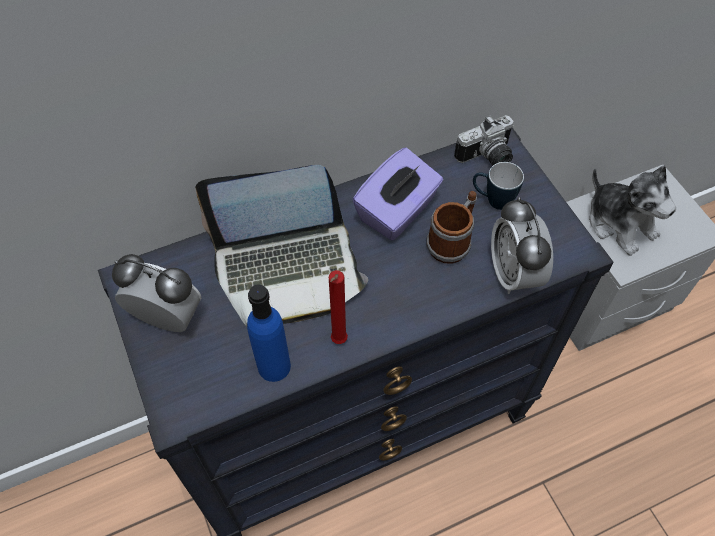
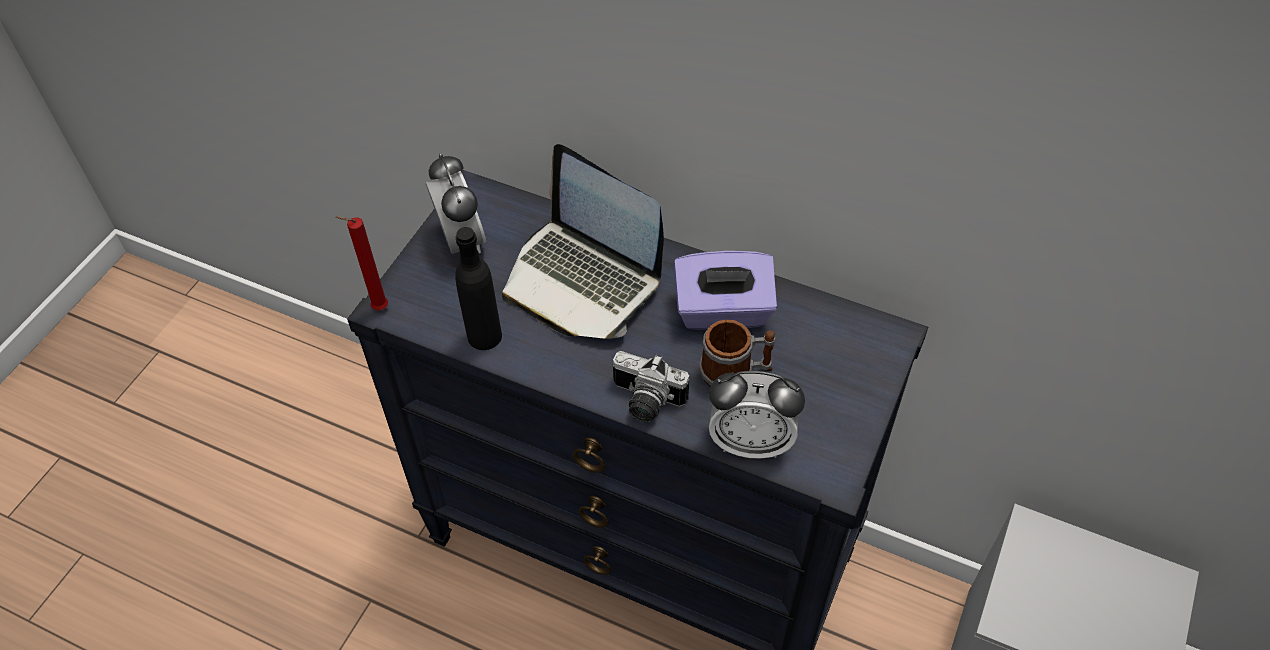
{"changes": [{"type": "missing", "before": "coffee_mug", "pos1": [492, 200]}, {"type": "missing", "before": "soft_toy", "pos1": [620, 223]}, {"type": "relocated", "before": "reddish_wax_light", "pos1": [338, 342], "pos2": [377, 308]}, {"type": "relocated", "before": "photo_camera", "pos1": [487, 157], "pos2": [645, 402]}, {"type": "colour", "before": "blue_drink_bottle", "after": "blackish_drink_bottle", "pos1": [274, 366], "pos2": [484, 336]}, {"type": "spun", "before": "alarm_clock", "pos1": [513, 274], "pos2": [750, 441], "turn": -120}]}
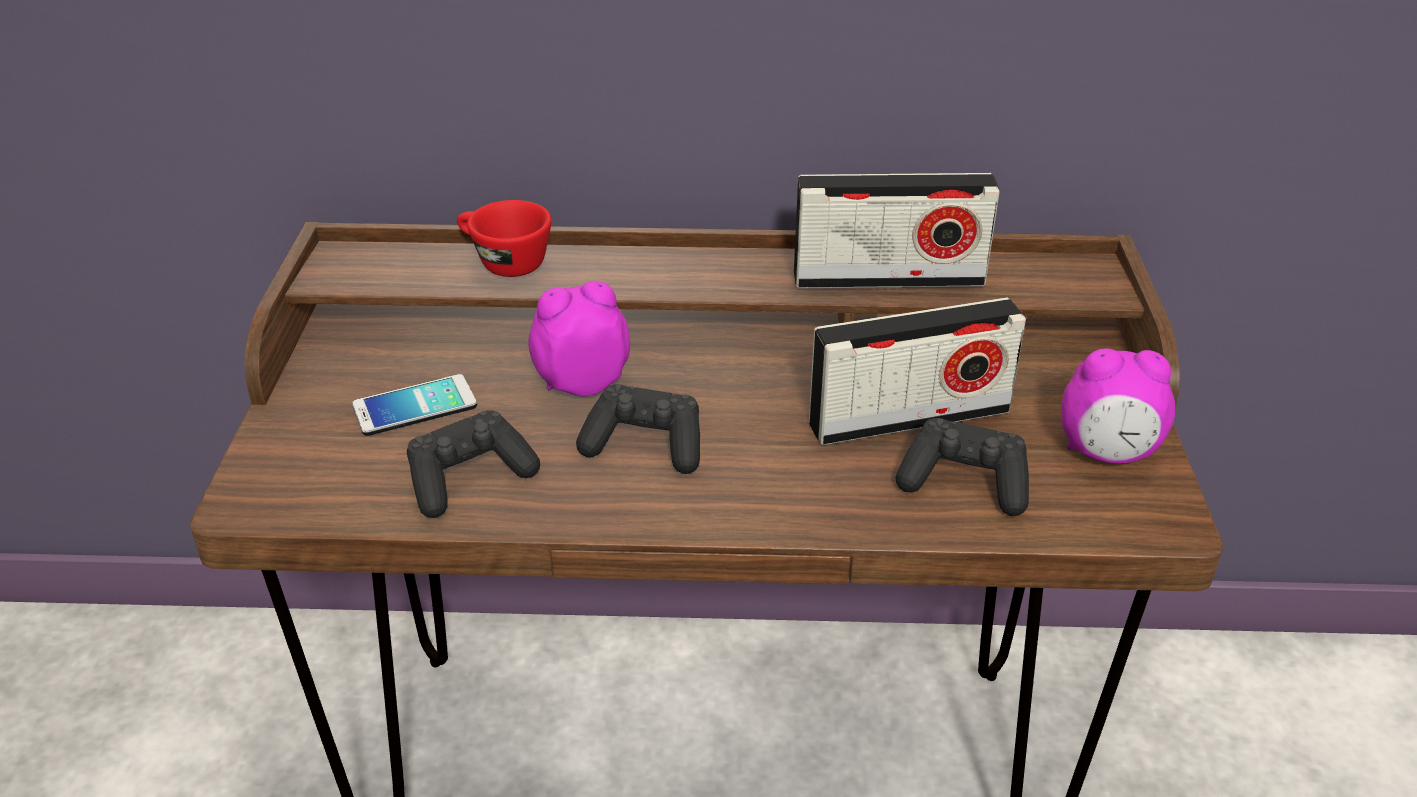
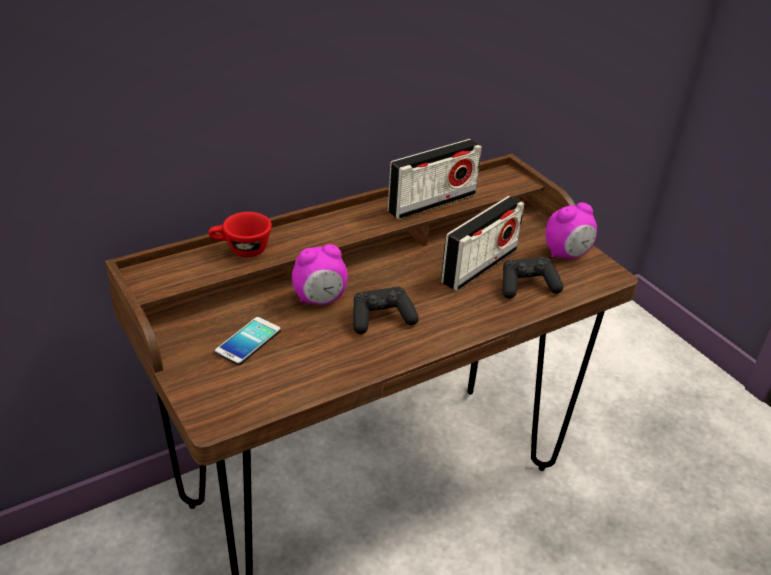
{"changes": [{"type": "missing", "before": "blackish_gamepad", "pos1": [469, 479]}, {"type": "spun", "before": "alarm_clock", "pos1": [582, 382], "pos2": [320, 300], "turn": -150}]}
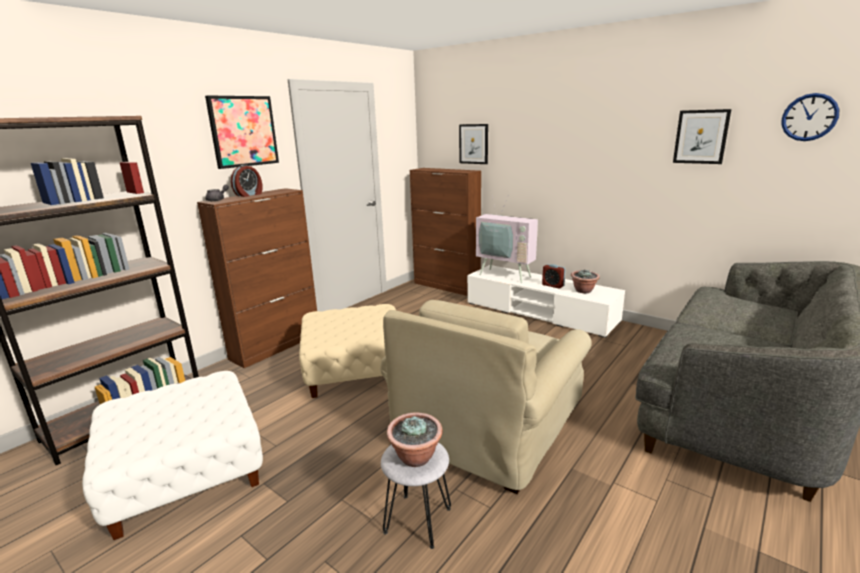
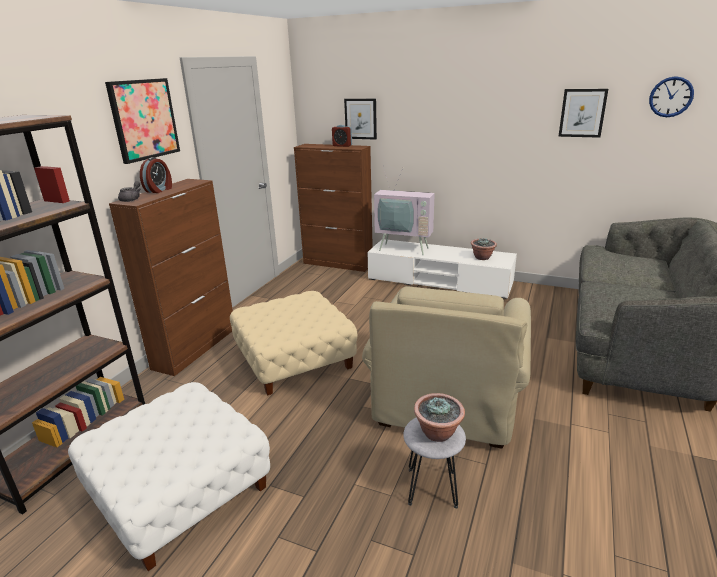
{"changes": [{"type": "relocated", "before": "alarm_clock", "pos1": [553, 285], "pos2": [342, 145]}]}
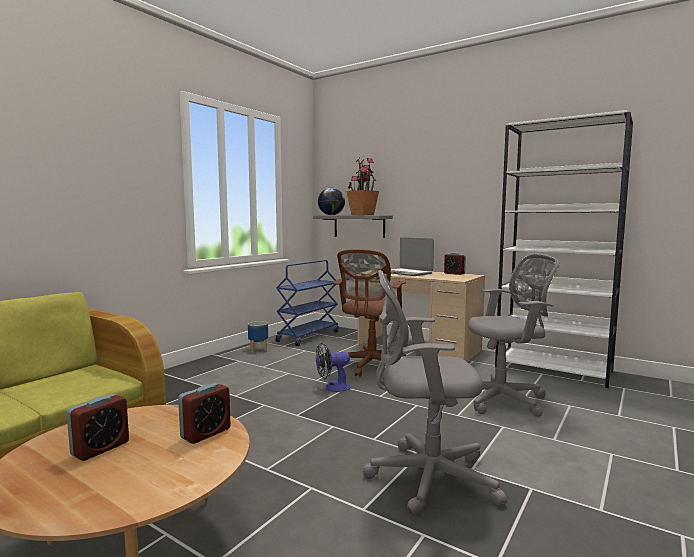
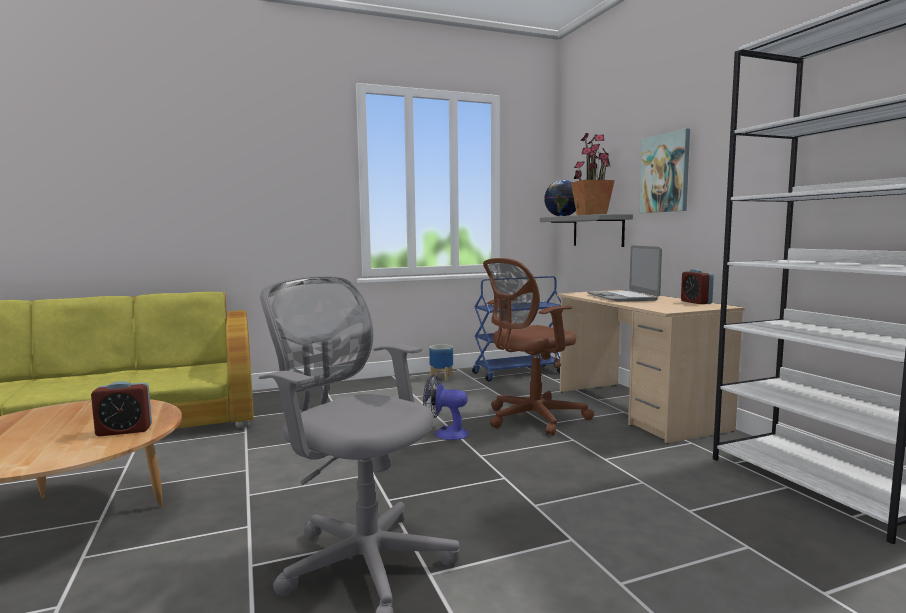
{"changes": [{"type": "missing", "before": "alarm_clock", "pos1": [100, 448]}, {"type": "missing", "before": "grey_office_chair", "pos1": [503, 399]}, {"type": "appeared", "after": "wall_art", "pos2": [665, 173]}]}
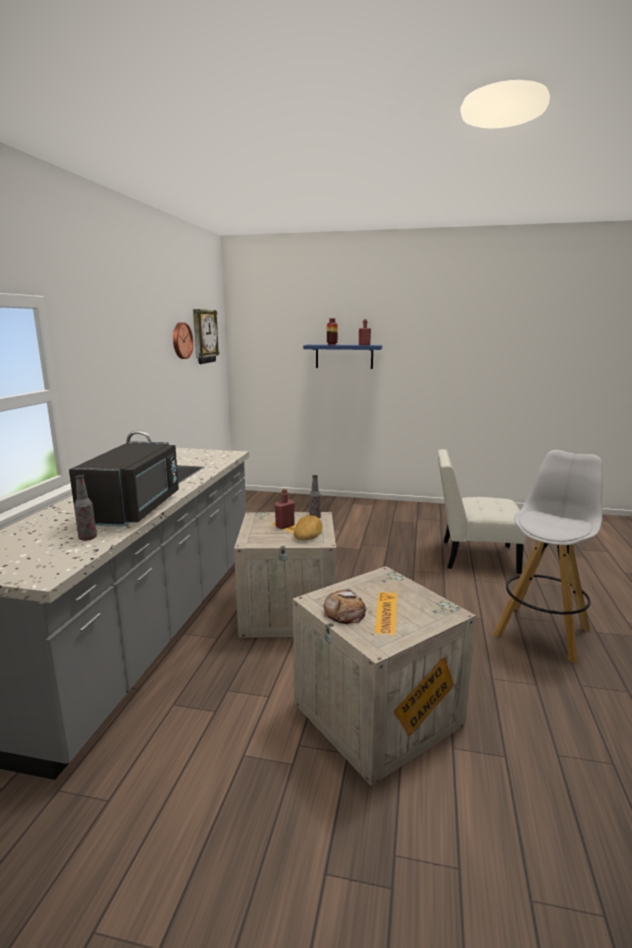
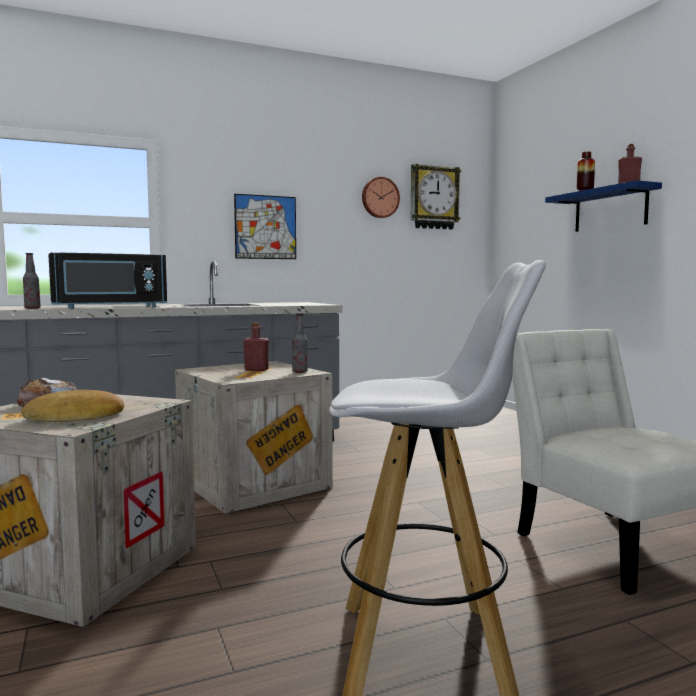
{"changes": [{"type": "appeared", "after": "wall_art", "pos2": [265, 227]}, {"type": "relocated", "before": "bakery_bread", "pos1": [308, 532], "pos2": [76, 417]}]}
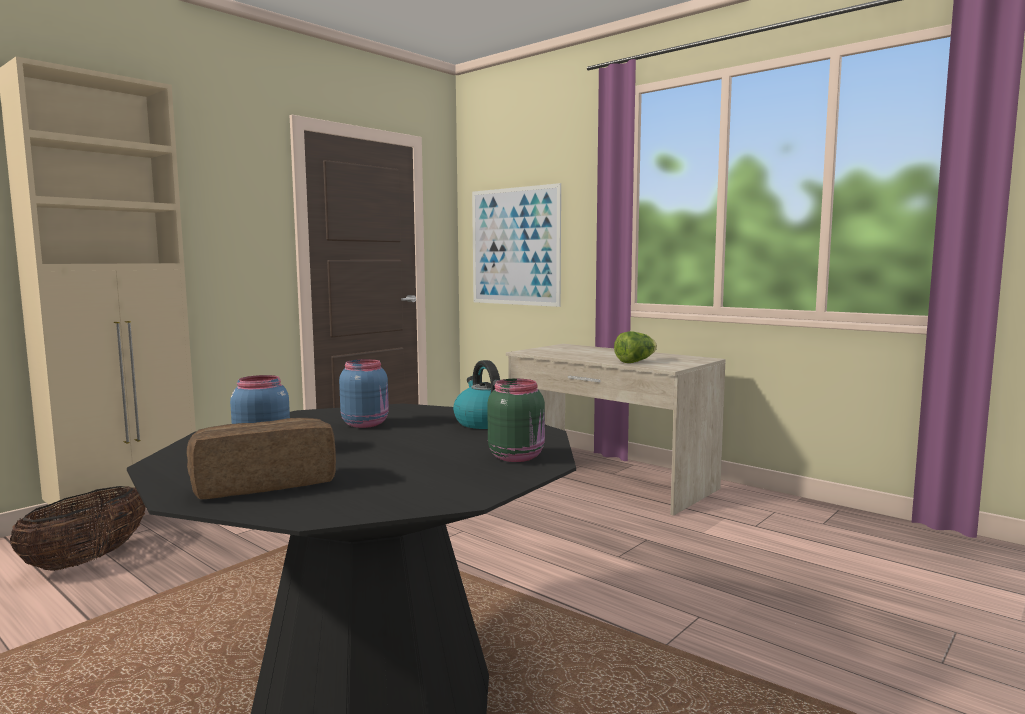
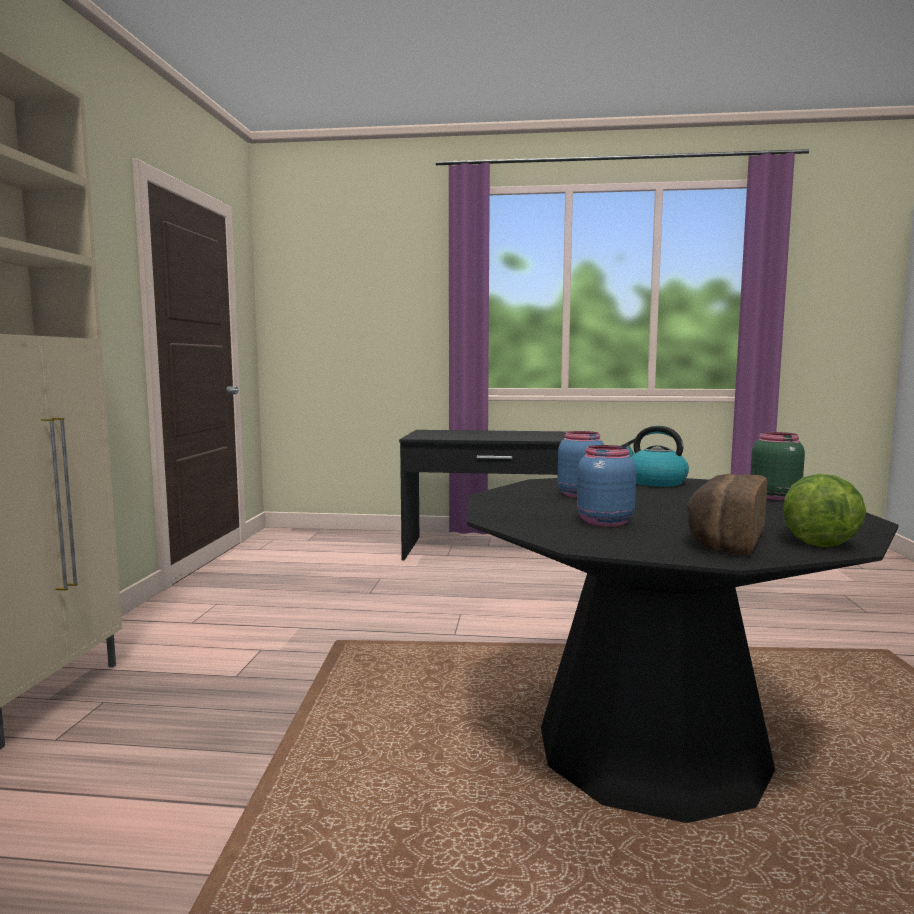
{"changes": [{"type": "missing", "before": "household_basket", "pos1": [87, 560]}, {"type": "missing", "before": "wall_art", "pos1": [515, 246]}, {"type": "relocated", "before": "lettuce", "pos1": [635, 362], "pos2": [817, 540]}, {"type": "colour", "before": "beige-coloured_desk_table", "after": "blackish_desk_table", "pos1": [609, 480], "pos2": [496, 551]}]}
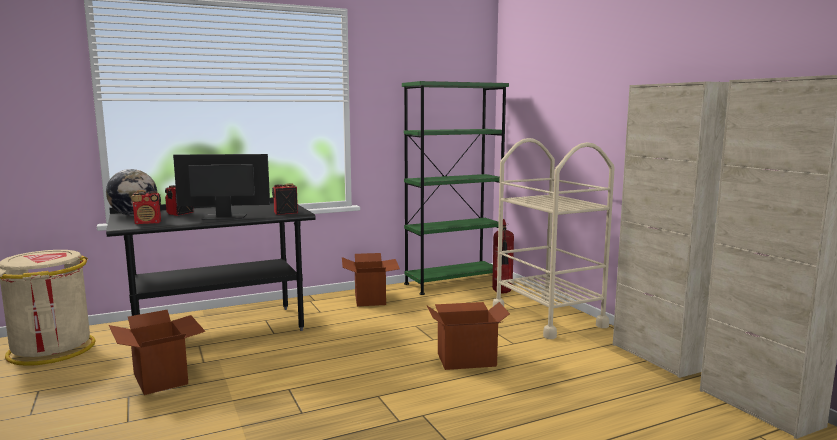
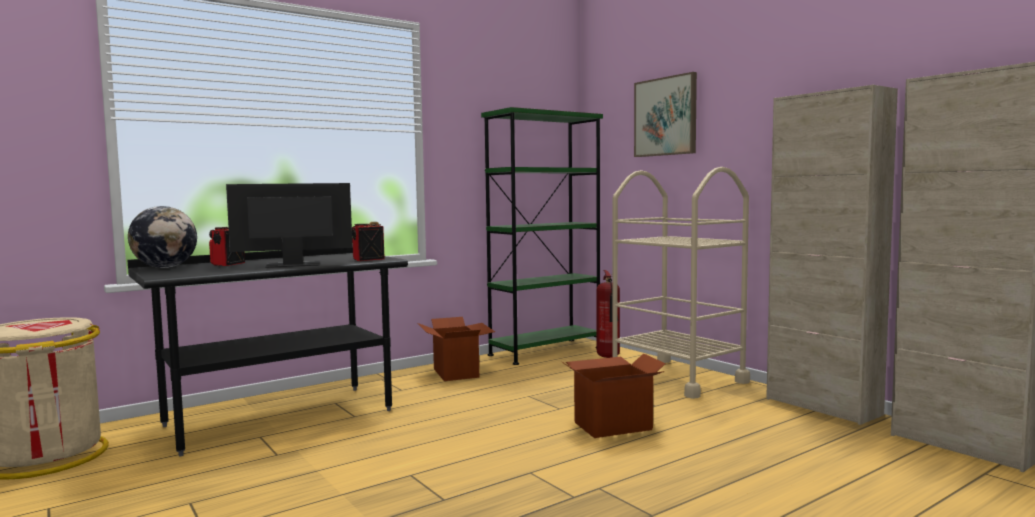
{"changes": [{"type": "missing", "before": "carton", "pos1": [161, 378]}, {"type": "missing", "before": "radio", "pos1": [148, 223]}, {"type": "appeared", "after": "wall_art", "pos2": [665, 116]}]}
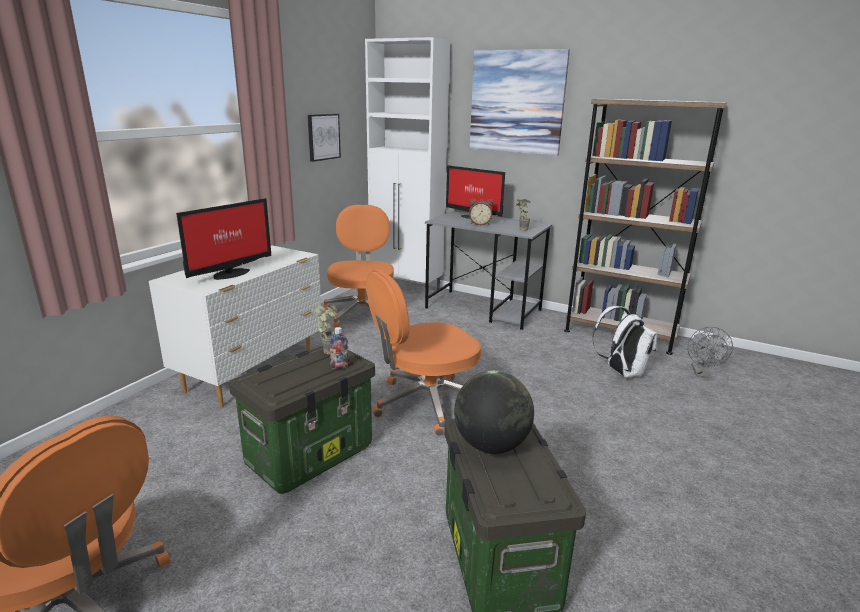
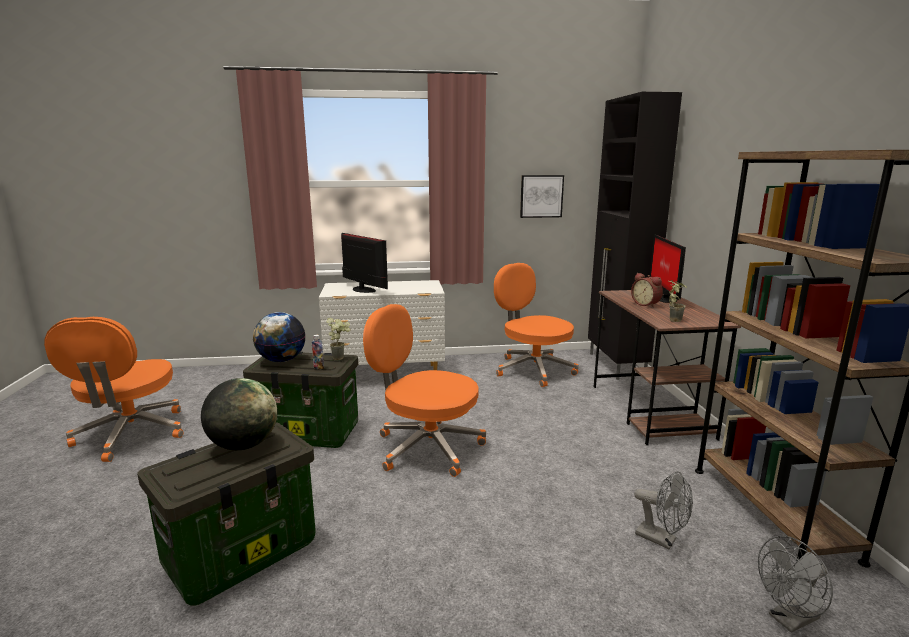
{"changes": [{"type": "missing", "before": "wall_art", "pos1": [517, 102]}, {"type": "appeared", "after": "globe", "pos2": [281, 360]}, {"type": "exchanged", "before": "whitish_backpack", "after": "grey_fan", "pos1": [621, 372], "pos2": [662, 539]}, {"type": "colour", "before": "whitish_cabinet", "after": "blackish_cabinet", "pos1": [406, 288], "pos2": [616, 365]}, {"type": "colour", "before": "grey_desk_table", "after": "brown-coloured_desk_table", "pos1": [484, 309], "pos2": [650, 411]}, {"type": "spun", "before": "computer_display", "pos1": [229, 274], "pos2": [363, 290], "turn": -135}, {"type": "spun", "before": "orangey_office_chair", "pos1": [362, 313], "pos2": [532, 369], "turn": -90}]}
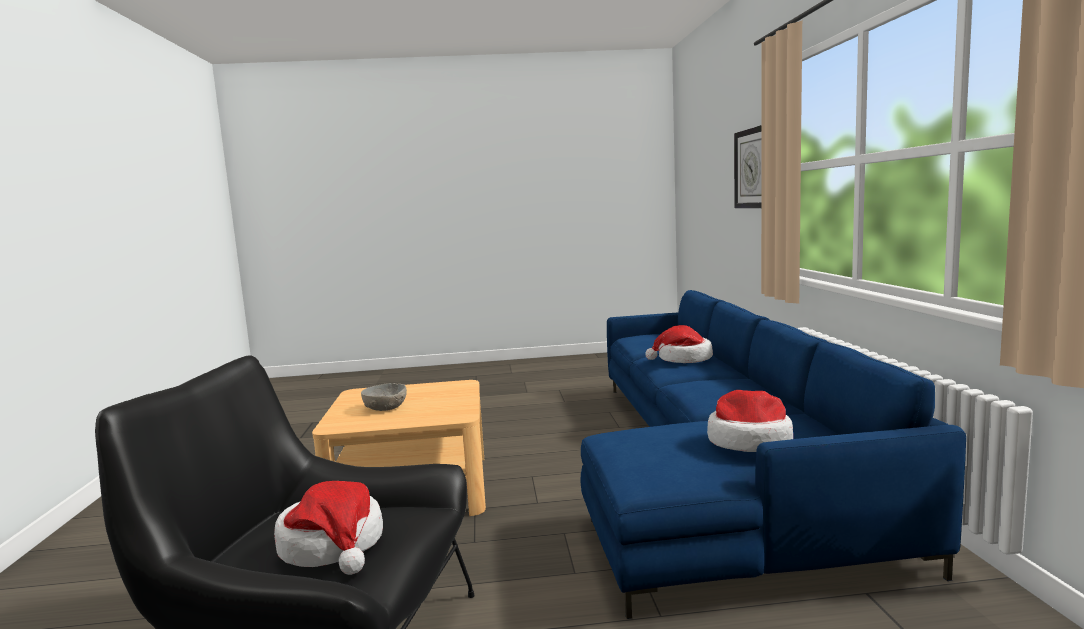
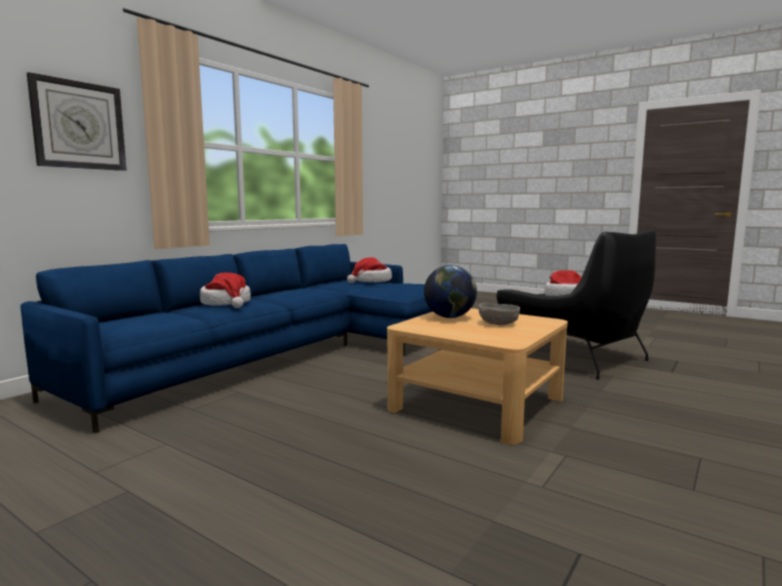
{"changes": [{"type": "appeared", "after": "globe", "pos2": [449, 317]}]}
